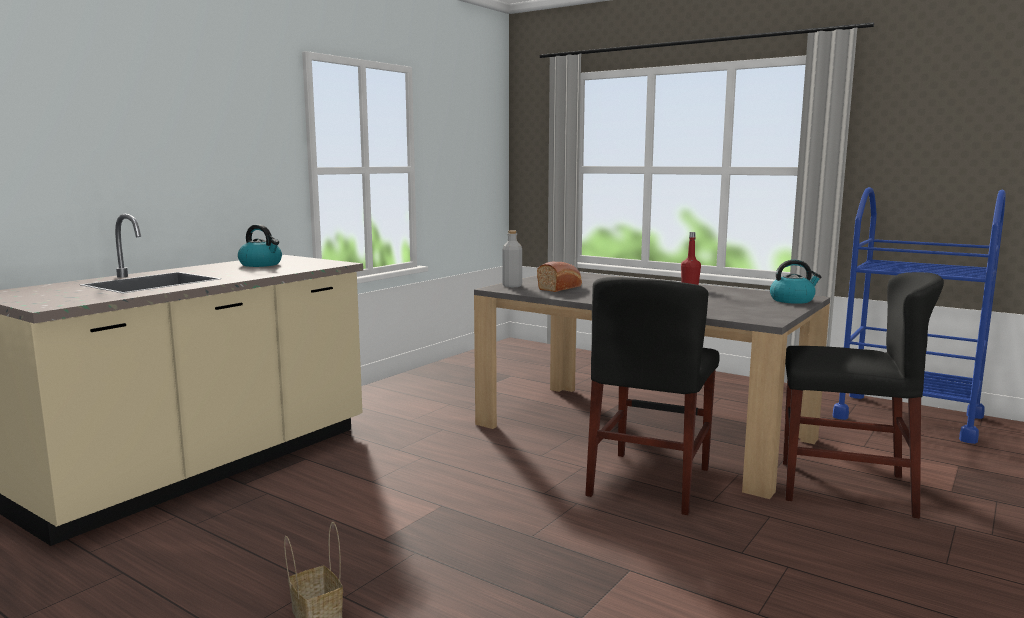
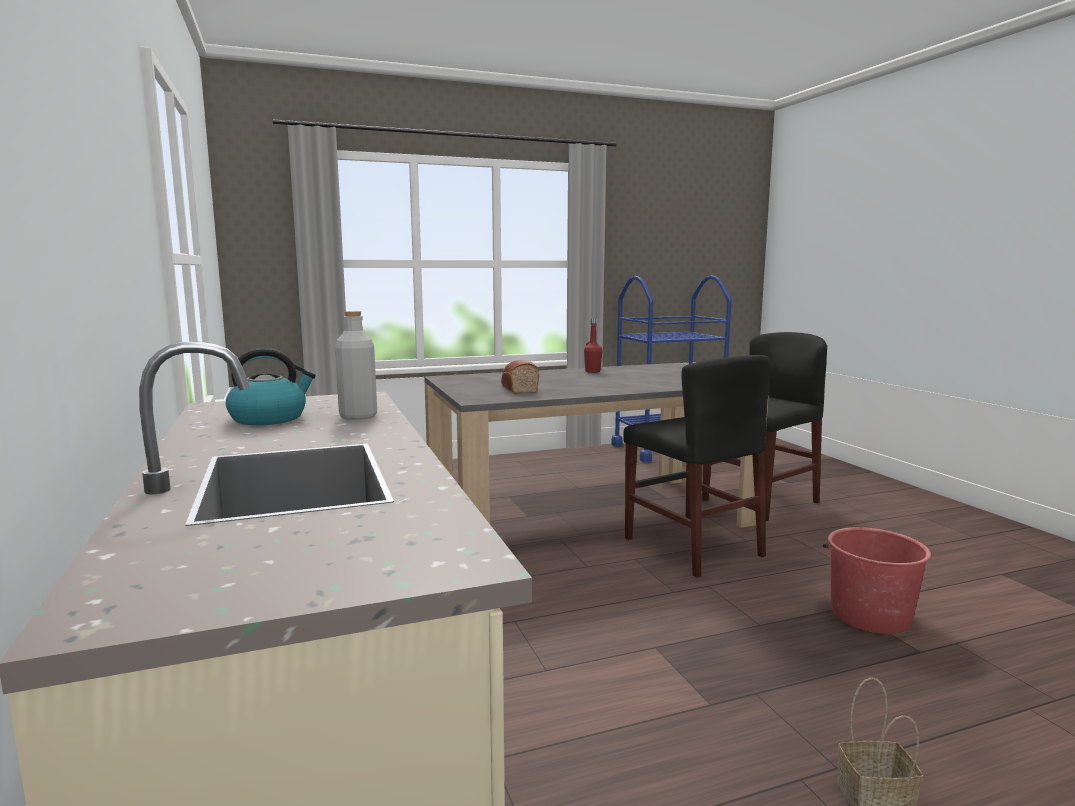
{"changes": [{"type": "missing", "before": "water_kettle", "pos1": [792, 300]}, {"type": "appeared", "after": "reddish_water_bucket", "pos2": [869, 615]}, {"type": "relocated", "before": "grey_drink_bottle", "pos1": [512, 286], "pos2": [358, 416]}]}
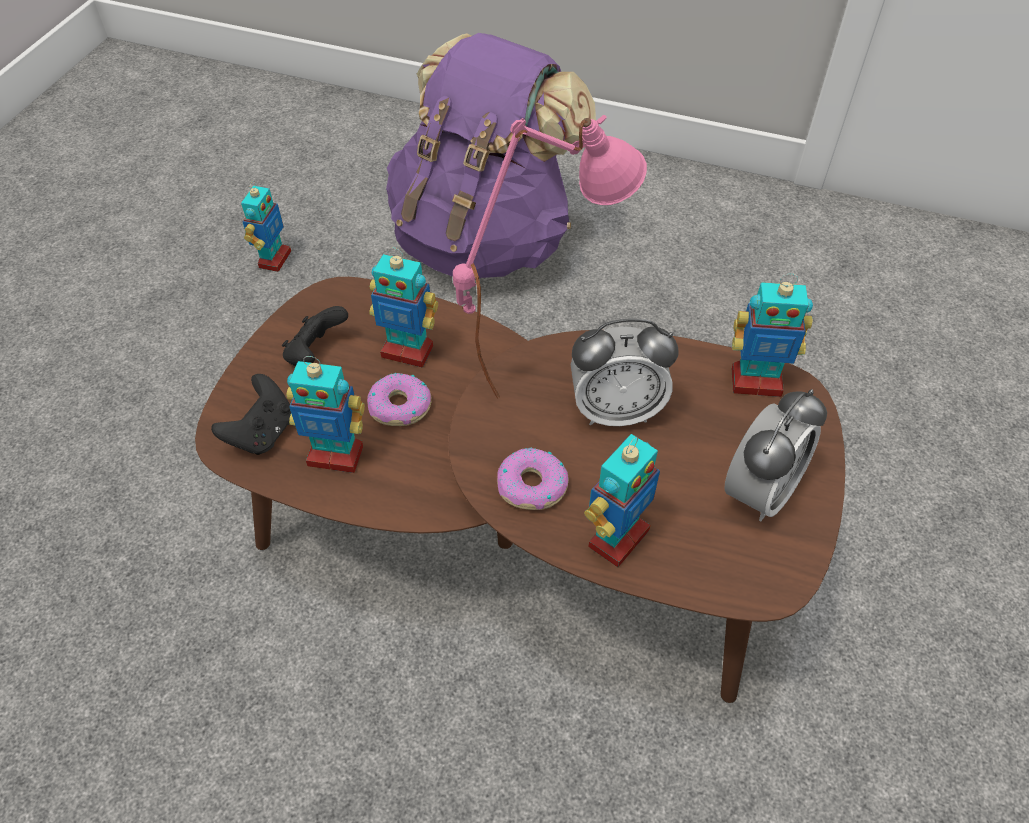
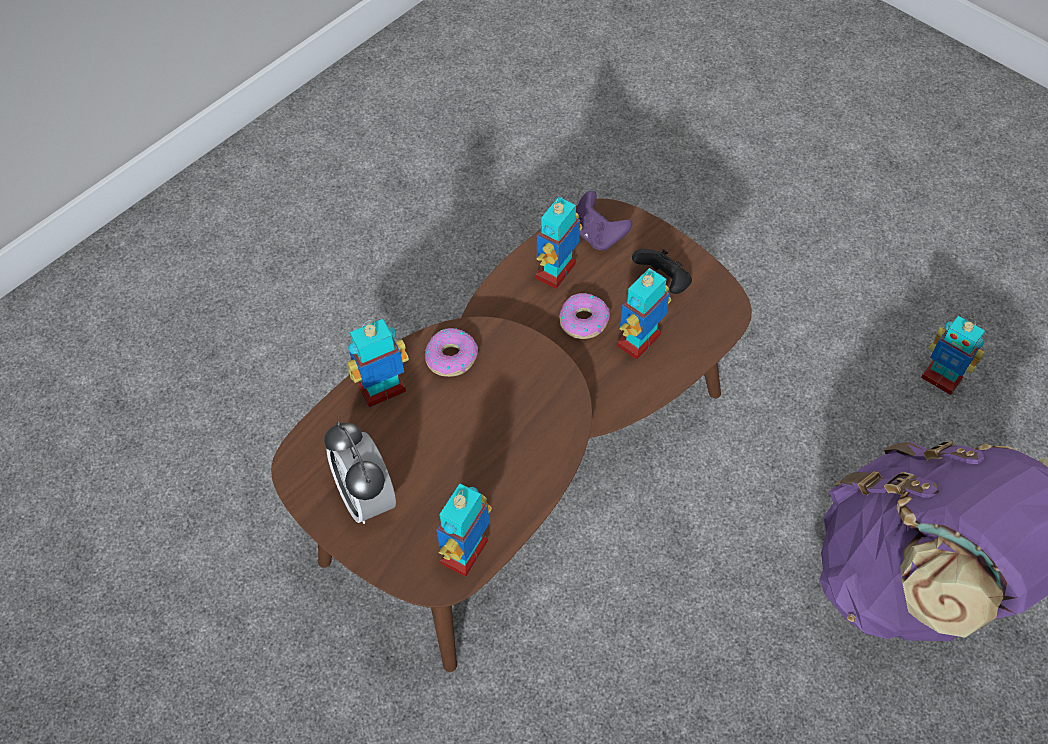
{"changes": [{"type": "missing", "before": "pinkish_table_lamp", "pos1": [541, 357]}, {"type": "missing", "before": "alarm_clock", "pos1": [615, 411]}, {"type": "colour", "before": "blackish_gamepad", "after": "purplish_gamepad", "pos1": [262, 433], "pos2": [598, 235]}, {"type": "spun", "before": "model_robot", "pos1": [617, 538], "pos2": [383, 390], "turn": 90}]}
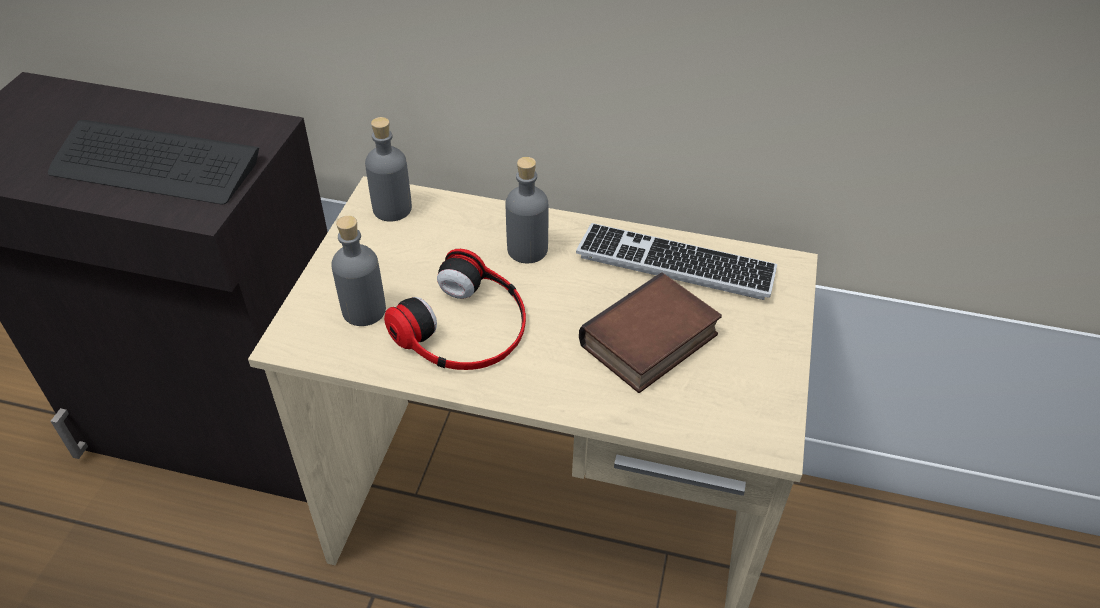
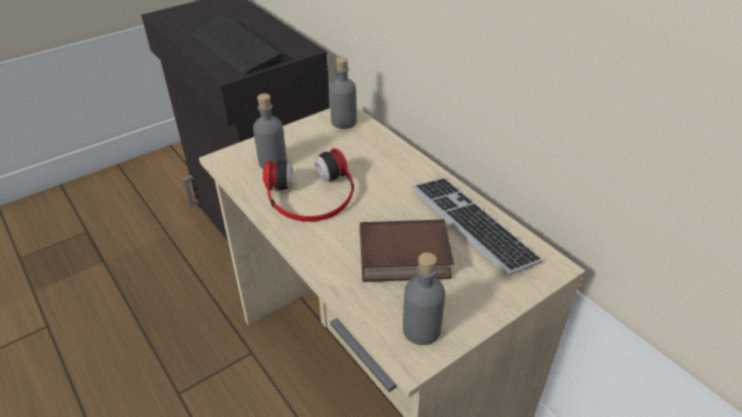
{"changes": [{"type": "relocated", "before": "grey_drink_bottle", "pos1": [527, 250], "pos2": [421, 330]}]}
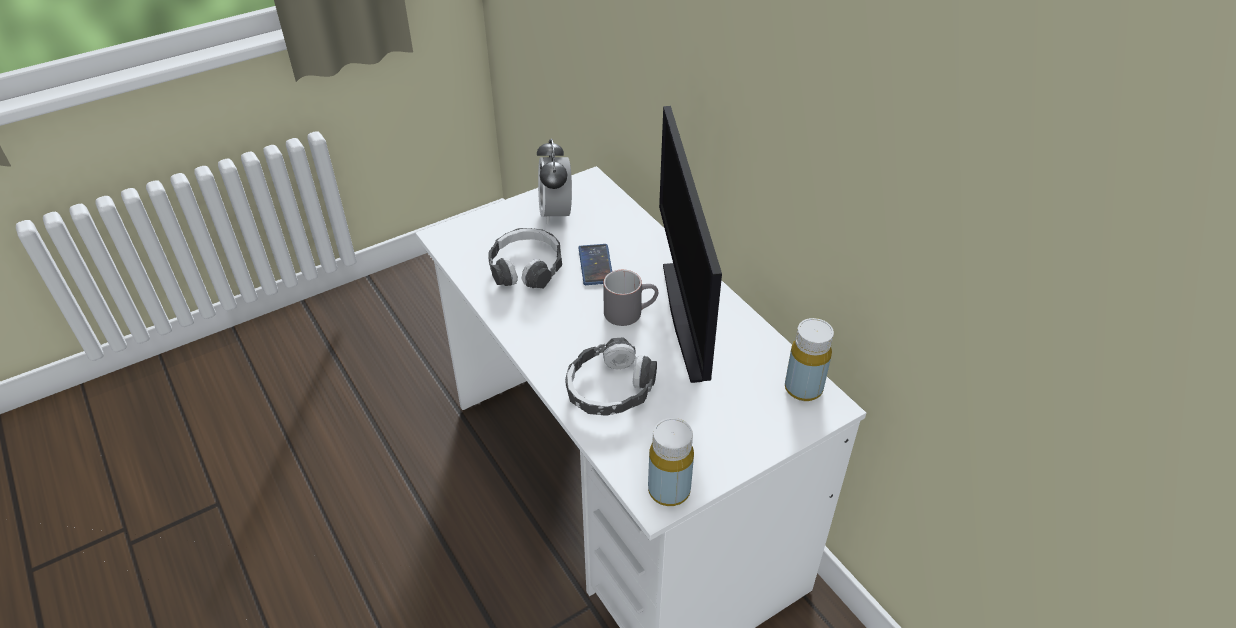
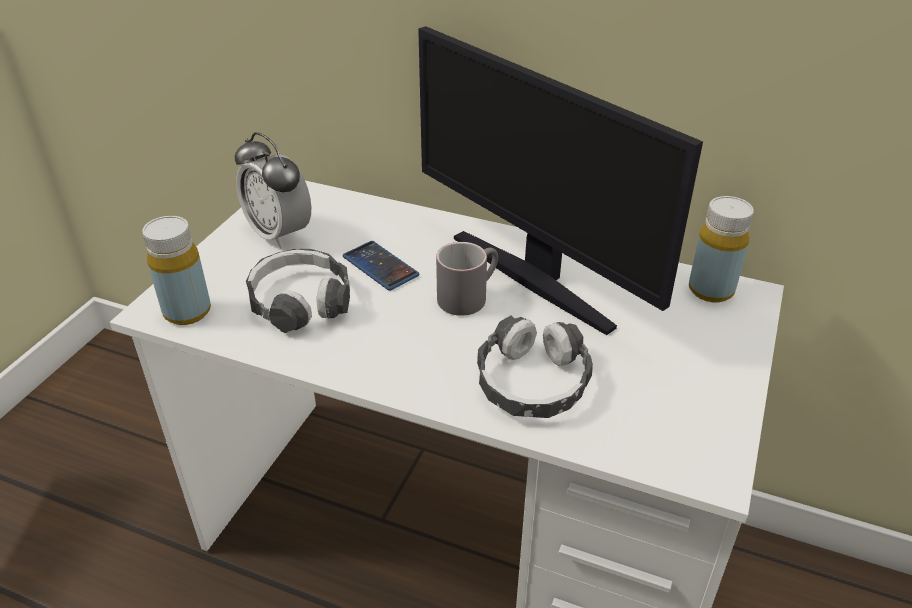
{"changes": [{"type": "relocated", "before": "yellow_drink_bottle", "pos1": [669, 490], "pos2": [187, 312]}]}
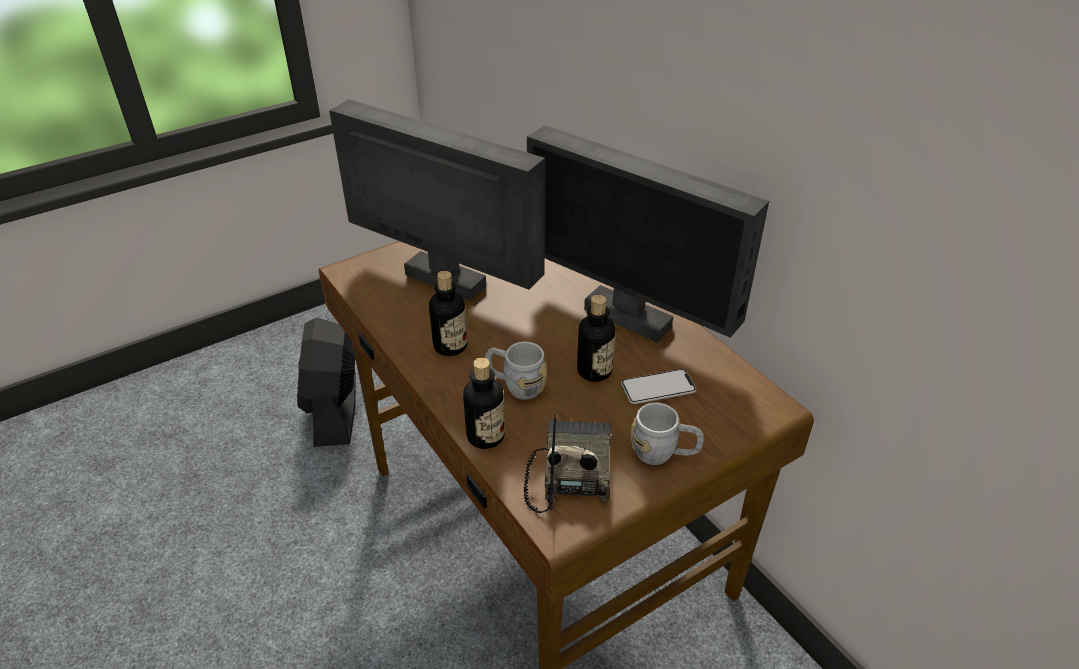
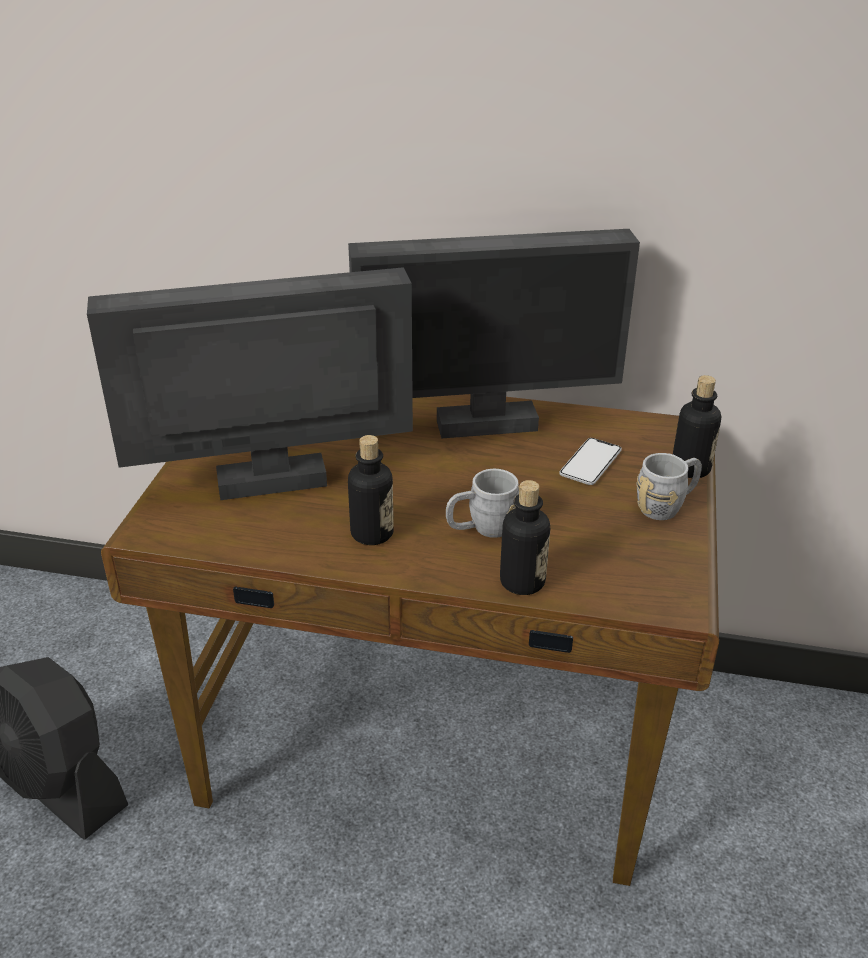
{"changes": [{"type": "missing", "before": "radio", "pos1": [569, 473]}, {"type": "relocated", "before": "drink_bottle", "pos1": [594, 371], "pos2": [690, 468]}]}
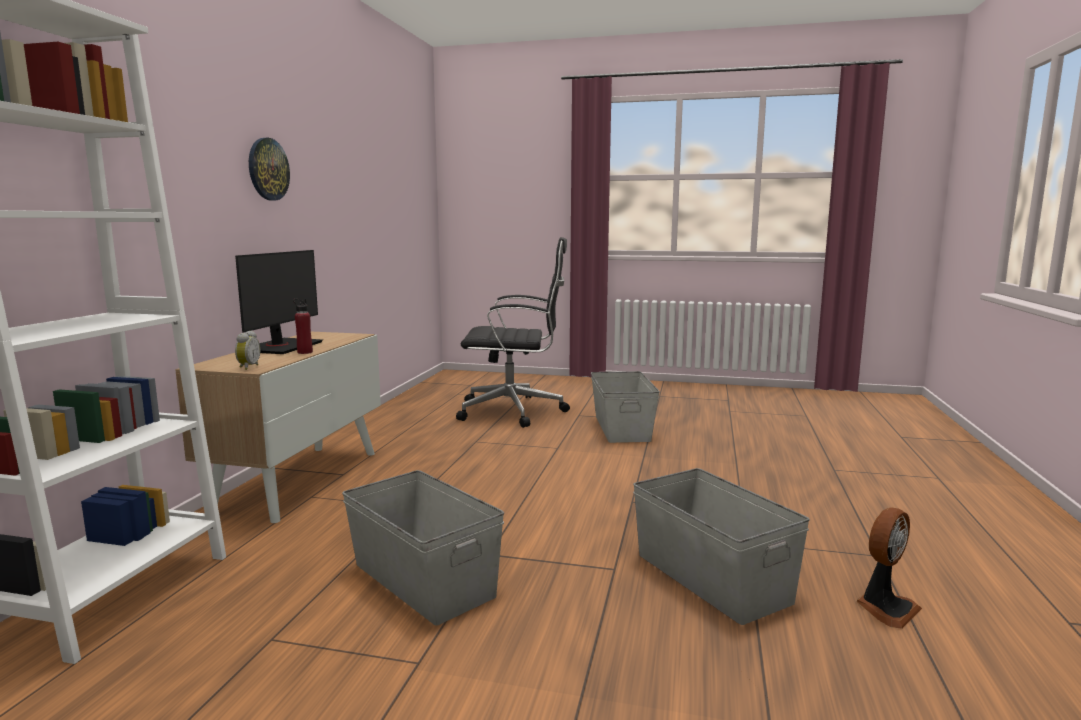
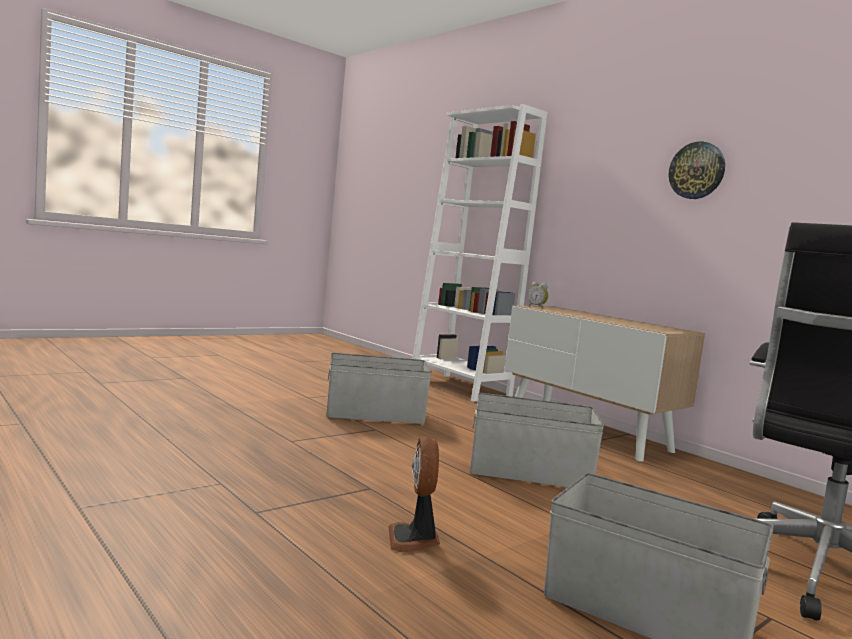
{"changes": [{"type": "missing", "before": "computer_display", "pos1": [282, 347]}, {"type": "missing", "before": "reddish_drink_bottle", "pos1": [304, 352]}, {"type": "relocated", "before": "grey_storage_box", "pos1": [711, 578], "pos2": [528, 471]}, {"type": "relocated", "before": "fan", "pos1": [885, 608], "pos2": [414, 539]}]}
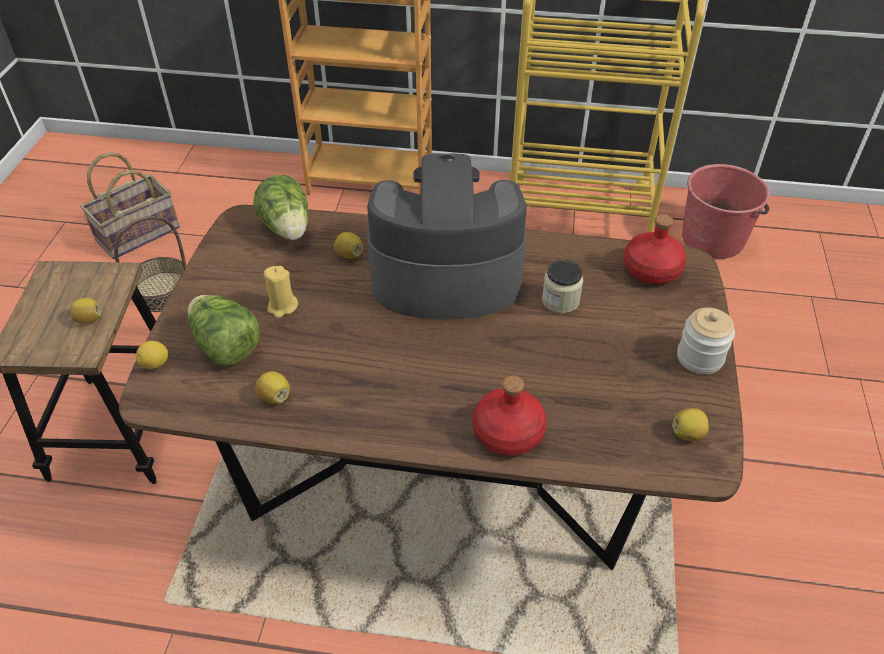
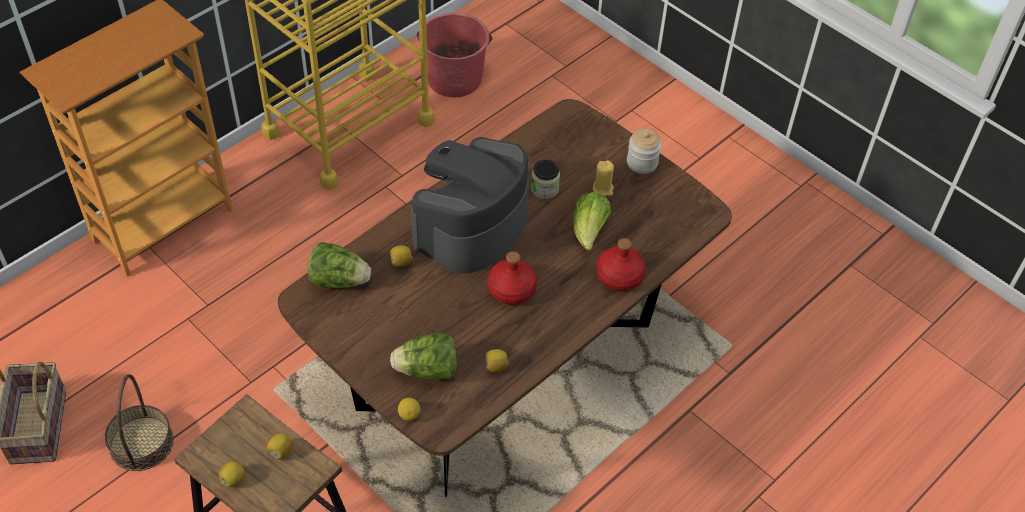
{"changes": [{"type": "appeared", "after": "lettuce", "pos2": [589, 231]}, {"type": "relocated", "before": "yellow_wax_light", "pos1": [282, 307], "pos2": [603, 188]}, {"type": "relocated", "before": "reddish_drink_bottle", "pos1": [651, 270], "pos2": [511, 290]}, {"type": "relocated", "before": "whole_lemon", "pos1": [688, 434], "pos2": [233, 479]}]}
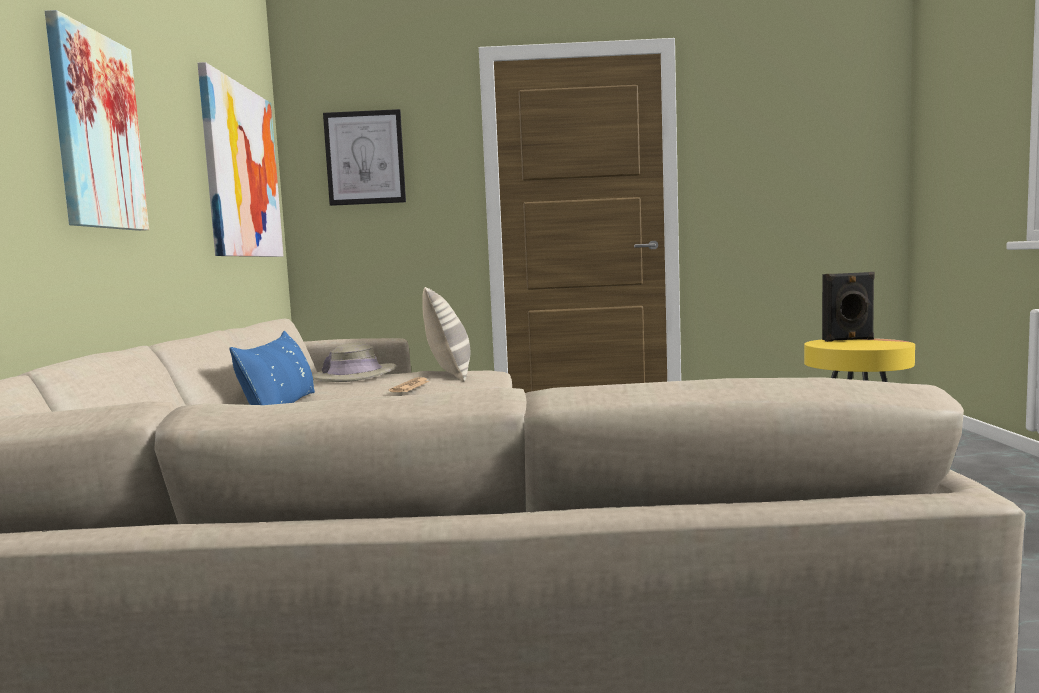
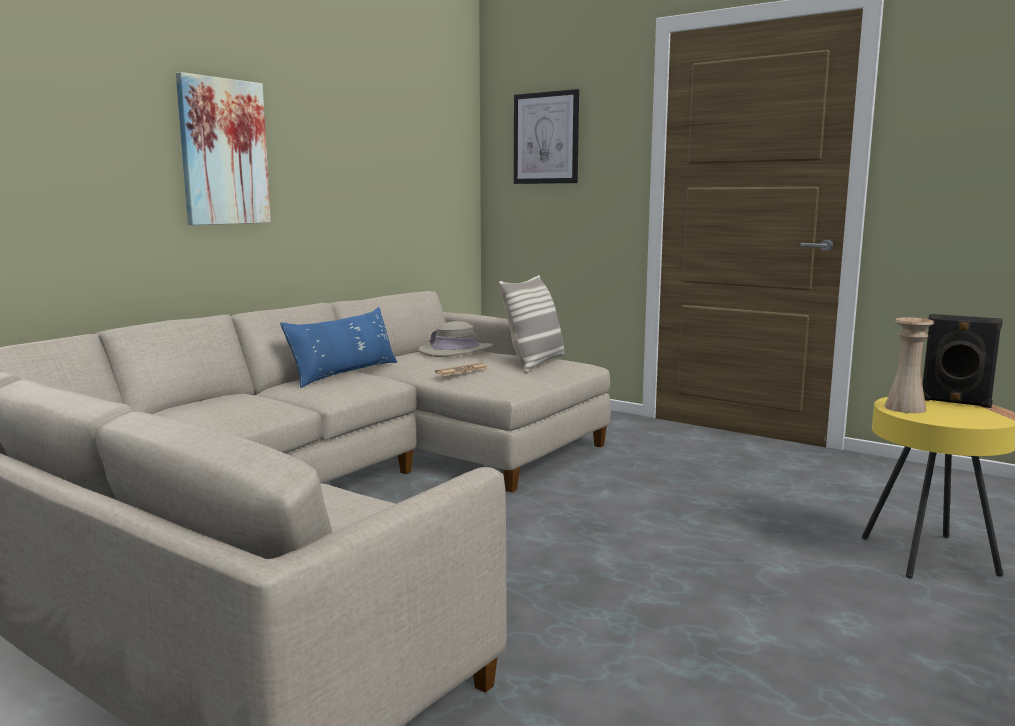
{"changes": [{"type": "missing", "before": "wall_art", "pos1": [242, 172]}, {"type": "appeared", "after": "beige-coloured_flower_vase", "pos2": [905, 408]}]}
